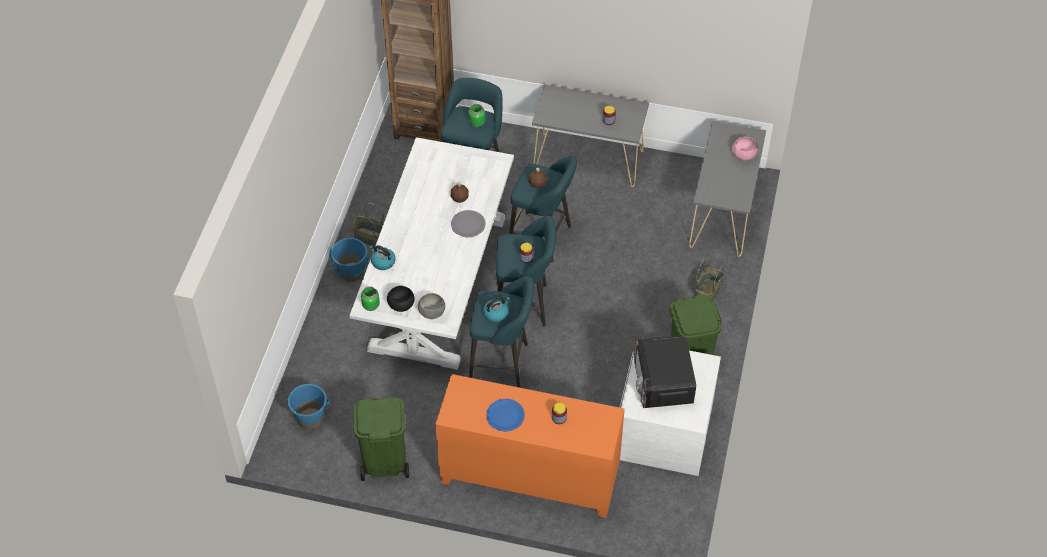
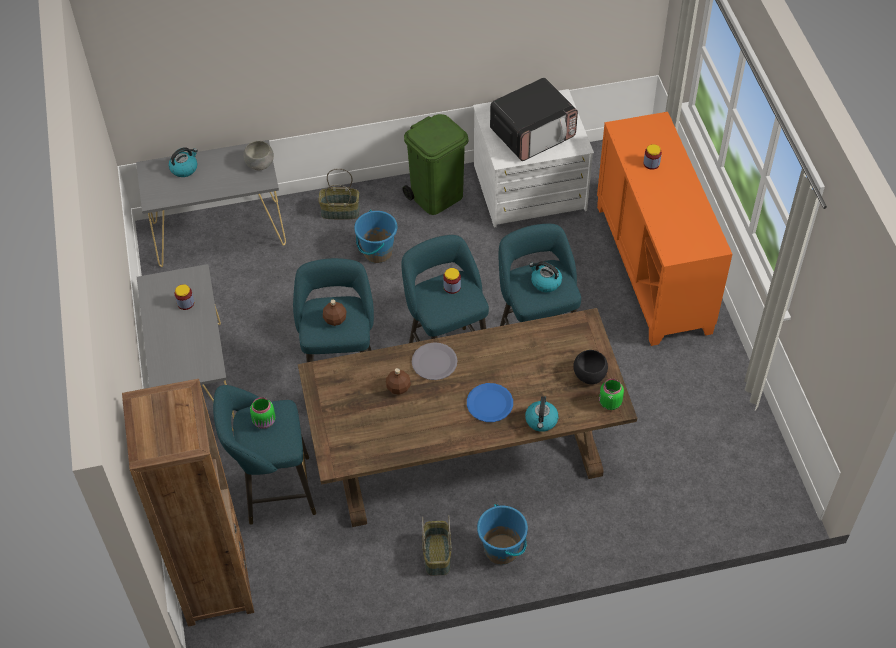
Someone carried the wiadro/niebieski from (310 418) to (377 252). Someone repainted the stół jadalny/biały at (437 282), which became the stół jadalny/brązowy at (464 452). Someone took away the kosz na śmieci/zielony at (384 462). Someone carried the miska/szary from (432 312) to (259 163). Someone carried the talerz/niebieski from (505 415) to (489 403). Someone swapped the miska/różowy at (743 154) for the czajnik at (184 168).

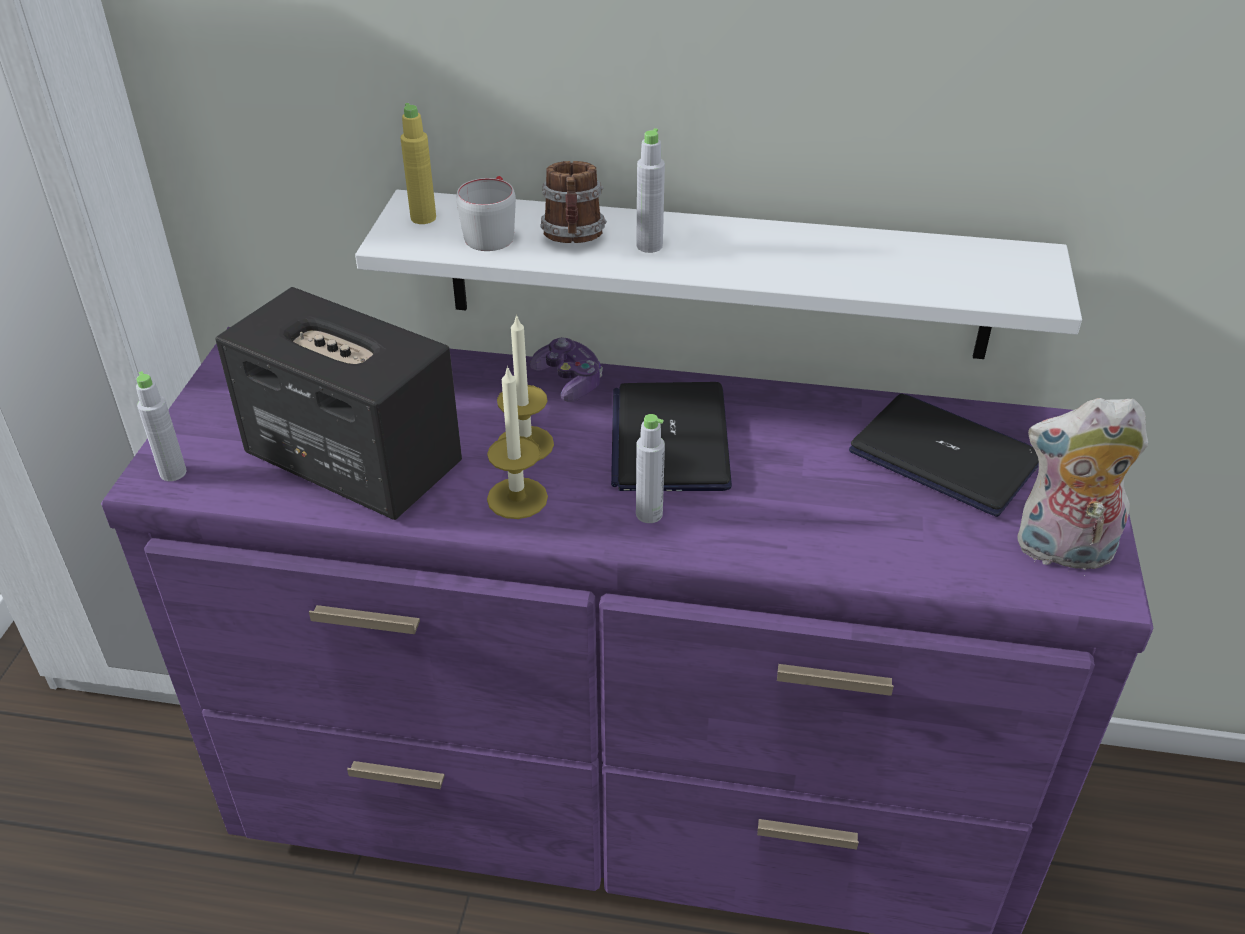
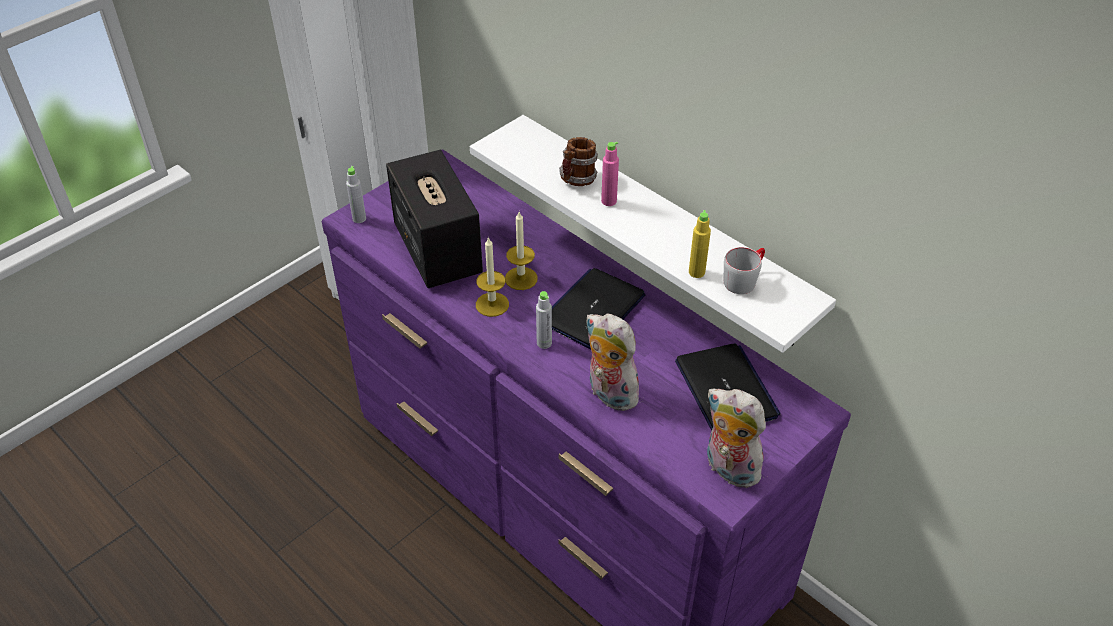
Someone carried the butelka/żółty from (423 218) to (696 272). Someone carried the kubek/szary from (491 232) to (744 279). Someone took away the pad do gier at (569 381). Someone repainted the butelka/szary at (649 246), which became the butelka/różowy at (609 201). Someone put down the pluszak at (609 393).

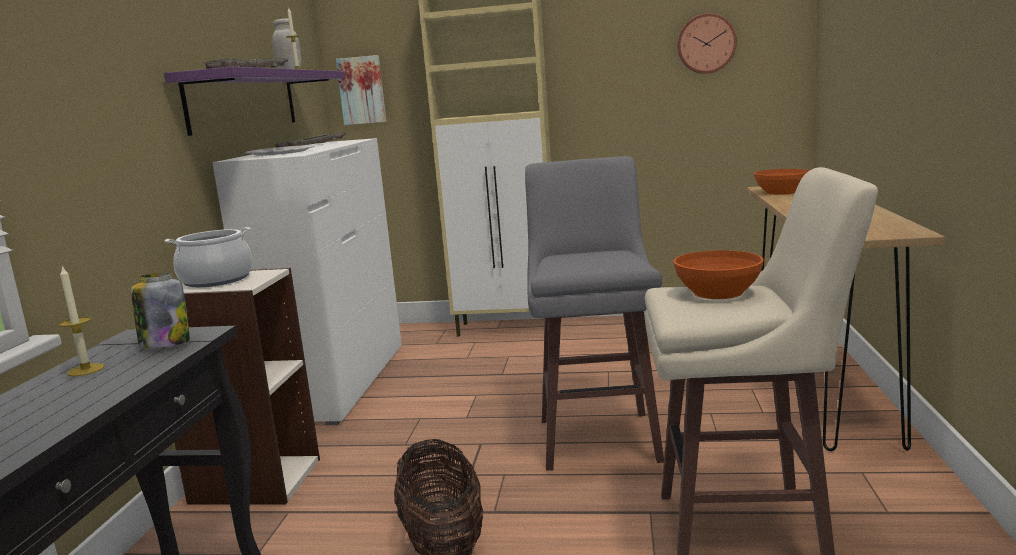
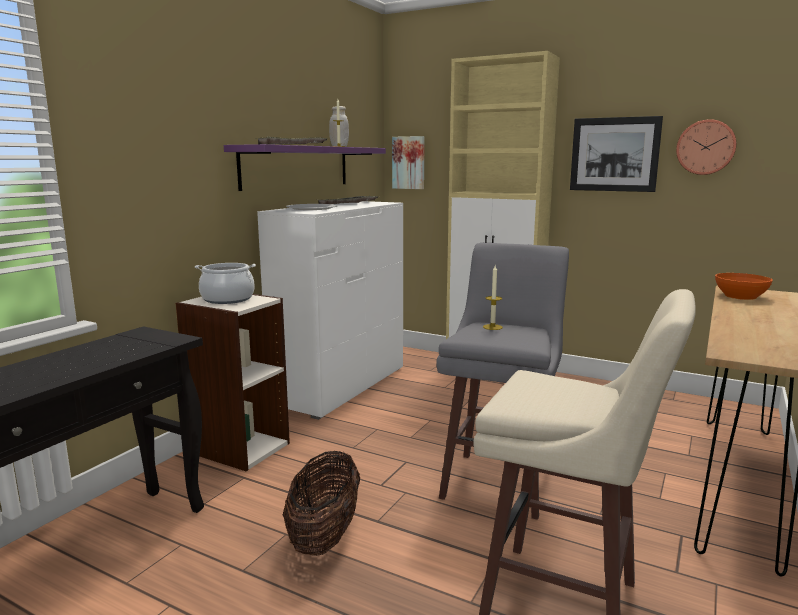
Someone carried the świeca from (86 370) to (492 327). Someone took away the słoik at (165 343). Someone took away the miska/pomarańczowy at (717 292). Someone put up the obraz at (614 154).

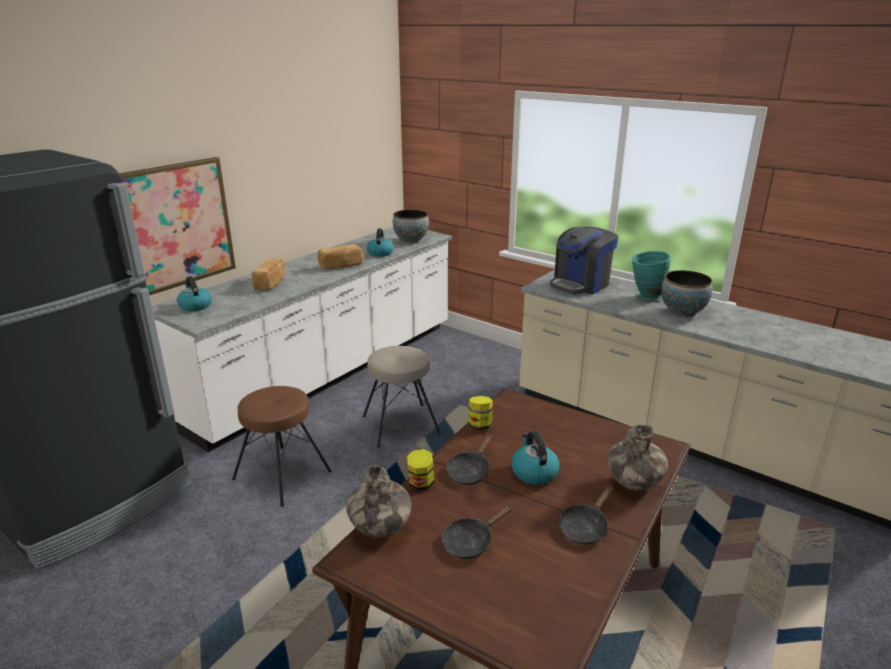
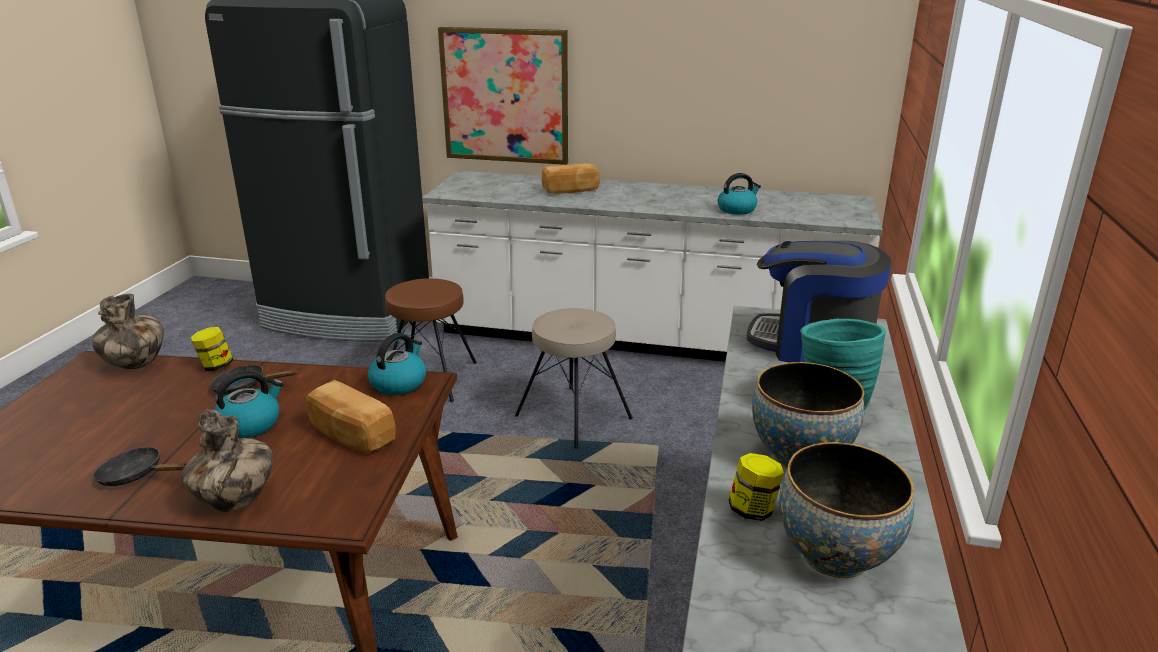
Someone carried the czajnik from (195 306) to (399 383). Someone carried the chleb from (341 266) to (350 435). Someone carried the miska from (411 241) to (835 555). Someone took away the patelnia/czarny at (471 541). Someone carried the słoik from (480 425) to (753 510).

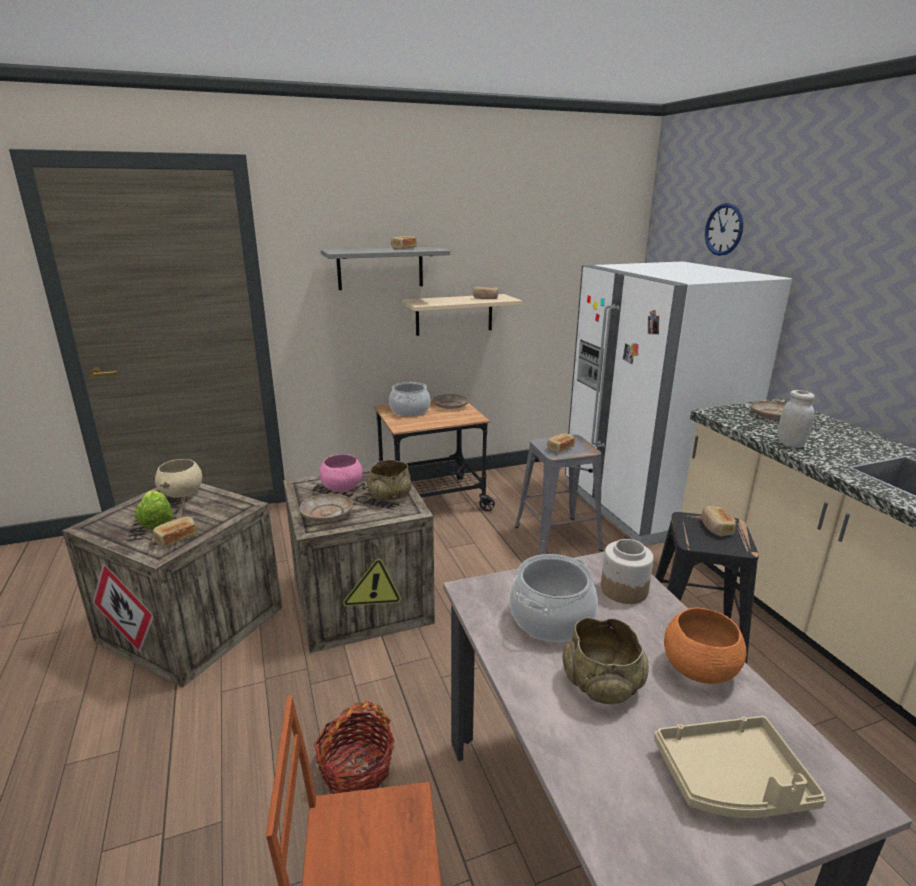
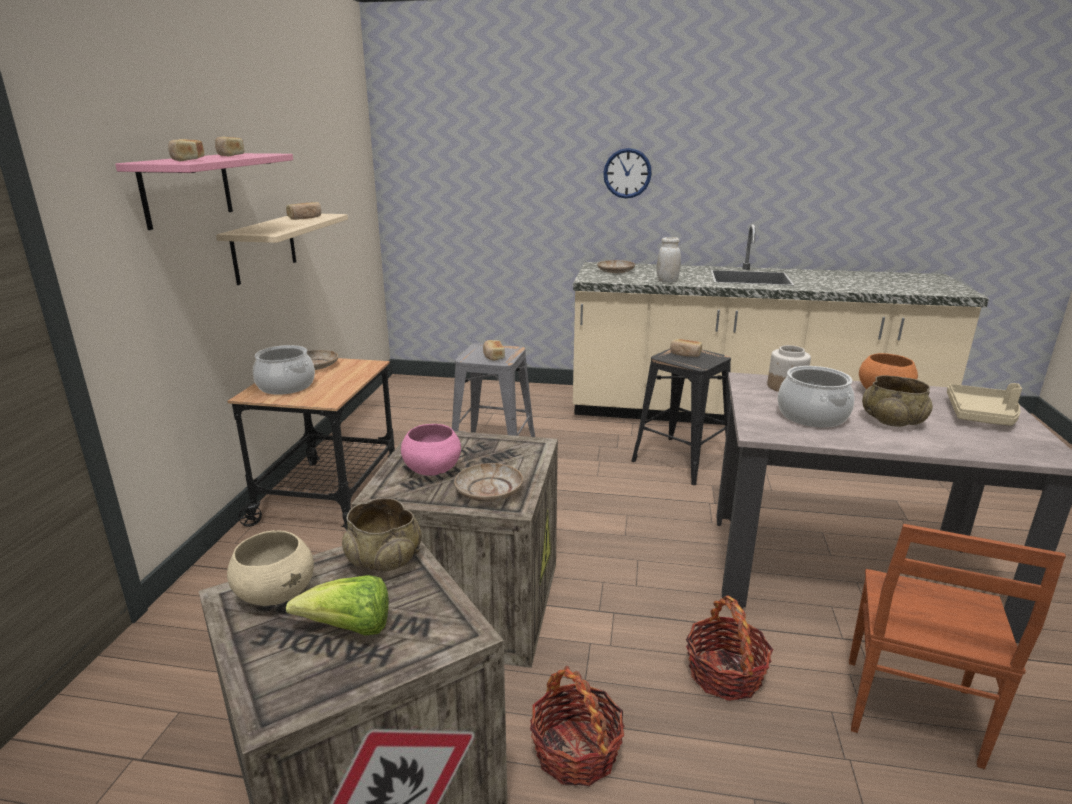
Someone carried the chleb from (176 538) to (187 160). Someone repainted the półka/szary at (380 268), which became the półka/różowy at (187 189). Someone carried the miska/beżowy from (390 496) to (384 559). Someone took away the lodówka/biały at (645 505). Someone carried the zegar ścienny from (724 229) to (627 173). Someone put down the koszyk at (575 751).

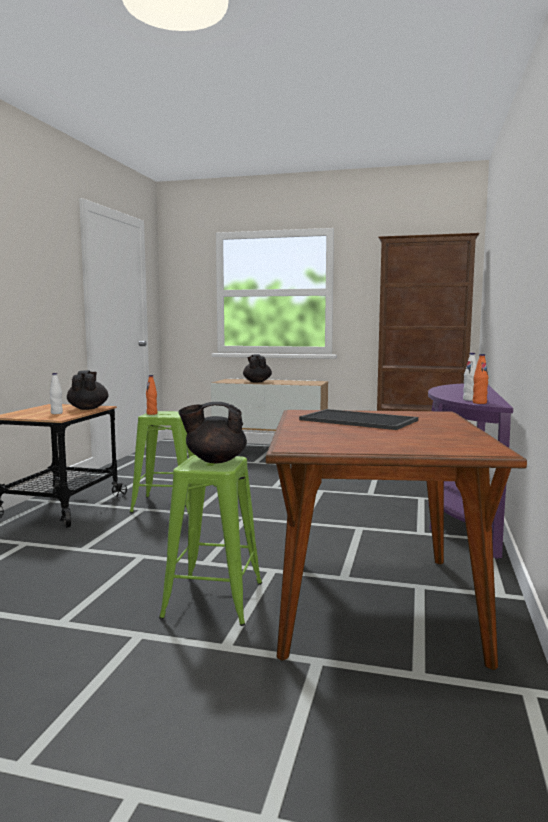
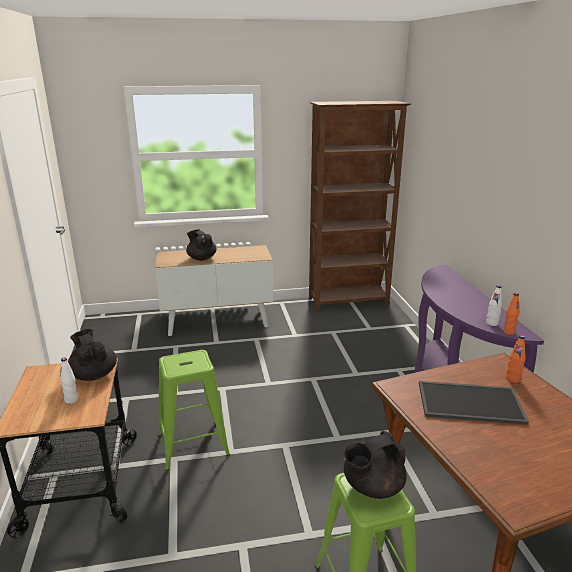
Someone carried the butelka/pomarańczowy from (152 414) to (513 379).

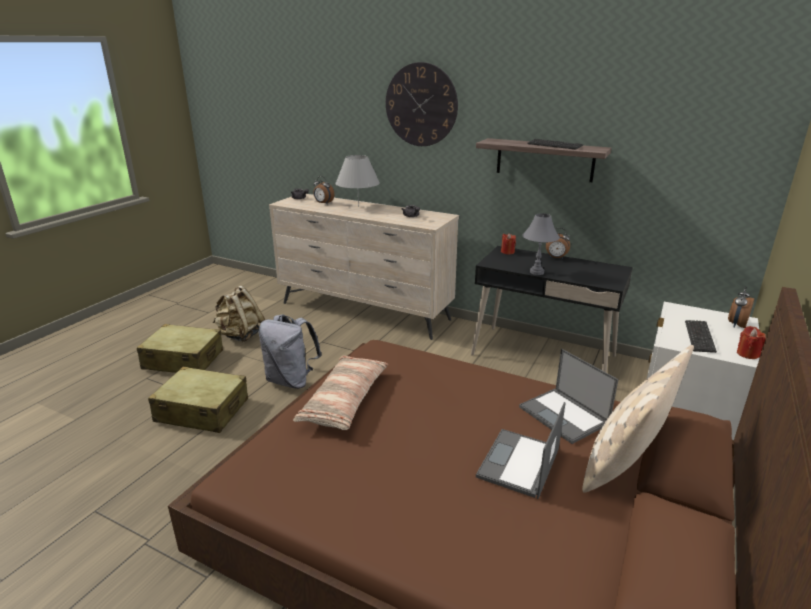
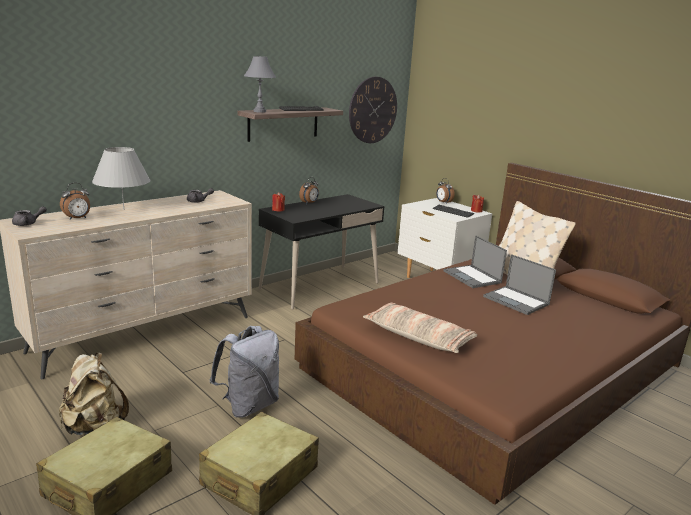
Someone carried the zegar ścienny from (421 105) to (373 110). Someone rotated the laptop at (564 415) by 75 degrees clockwise. Someone carried the lampa stołowa/szary from (536 272) to (259 111).

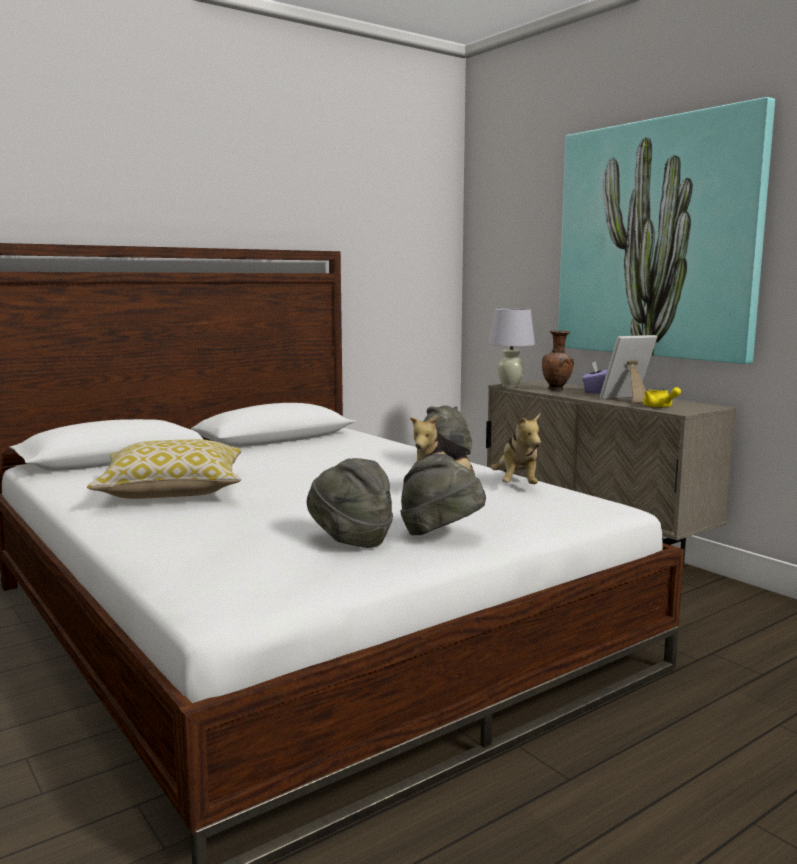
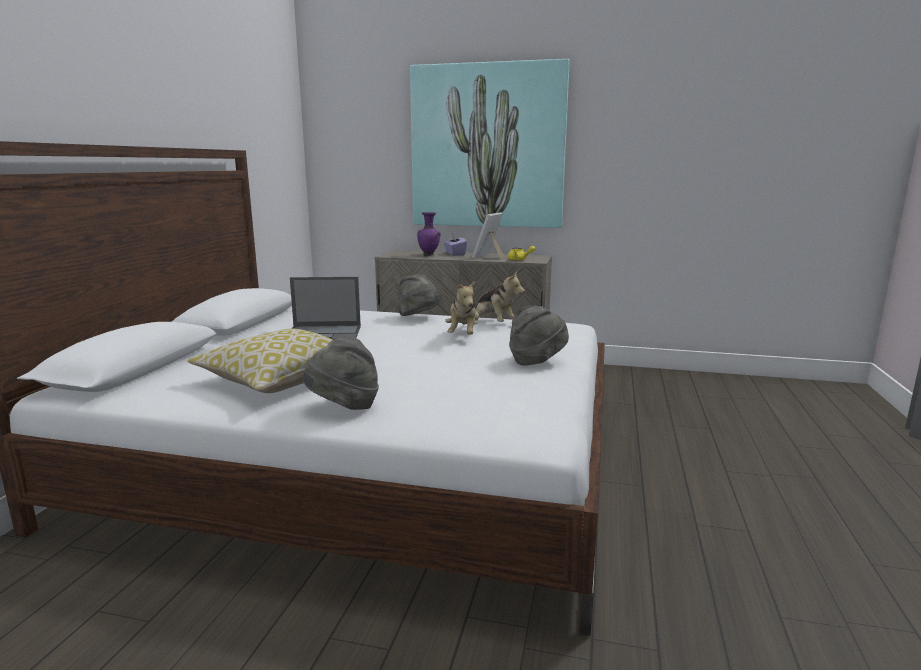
Someone carried the kapelusz/szary from (350 541) to (344 407). Someone took away the lampa stołowa/biały at (510 386). Someone repainted the wazon/brązowy at (557 390), which became the wazon/fioletowy at (429 255). Someone put down the laptop at (324 334).

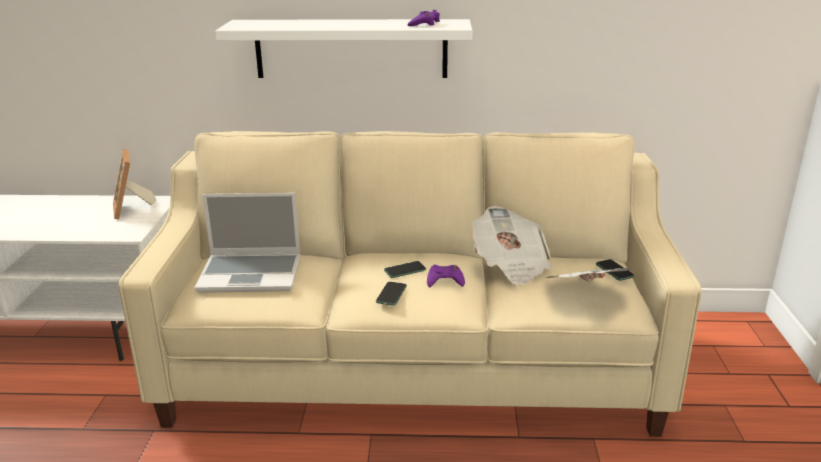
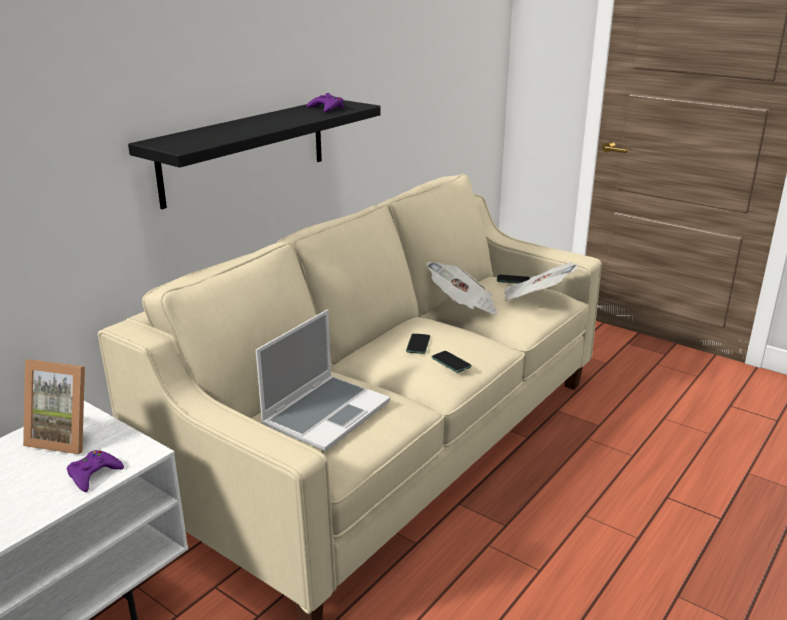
Someone repainted the półka/biały at (351 48), which became the półka/czarny at (245 150). Someone carried the pad do gier/fioletowy from (445 280) to (93 474).

